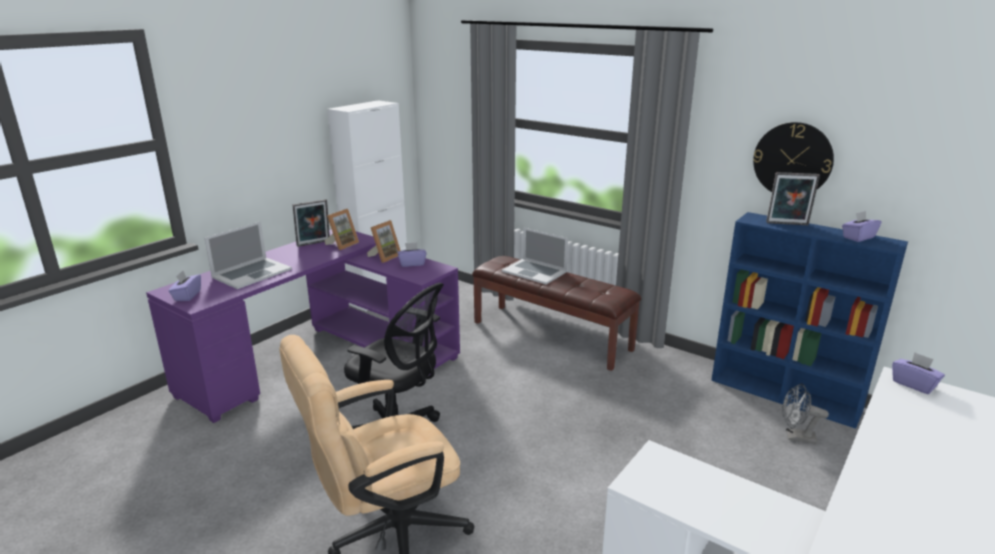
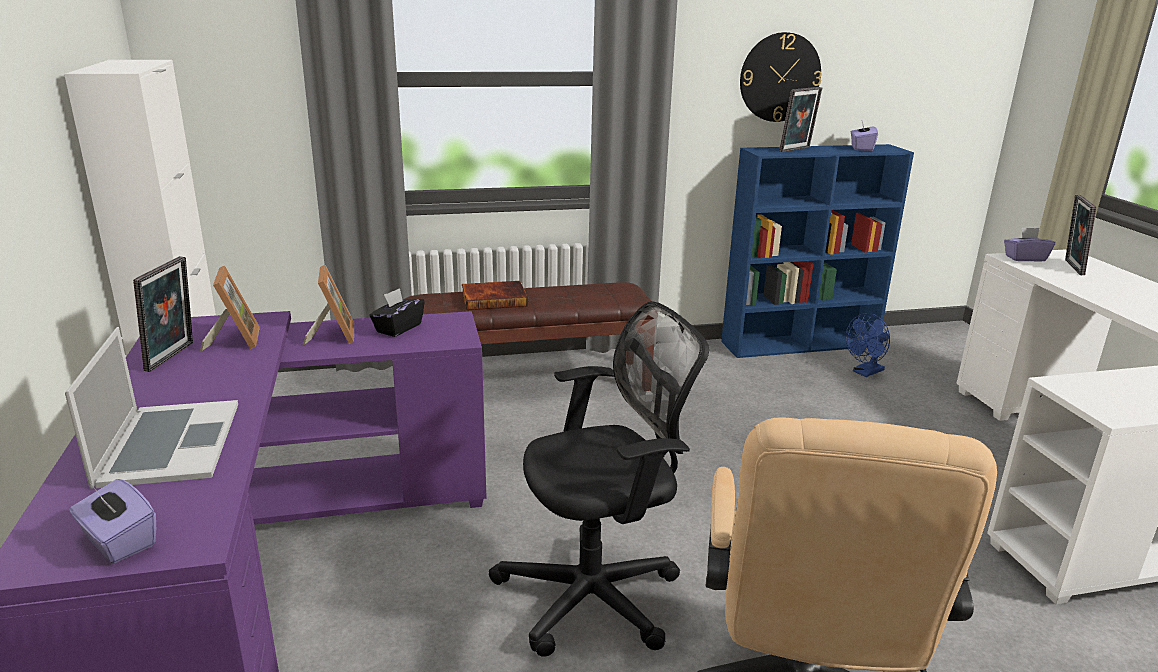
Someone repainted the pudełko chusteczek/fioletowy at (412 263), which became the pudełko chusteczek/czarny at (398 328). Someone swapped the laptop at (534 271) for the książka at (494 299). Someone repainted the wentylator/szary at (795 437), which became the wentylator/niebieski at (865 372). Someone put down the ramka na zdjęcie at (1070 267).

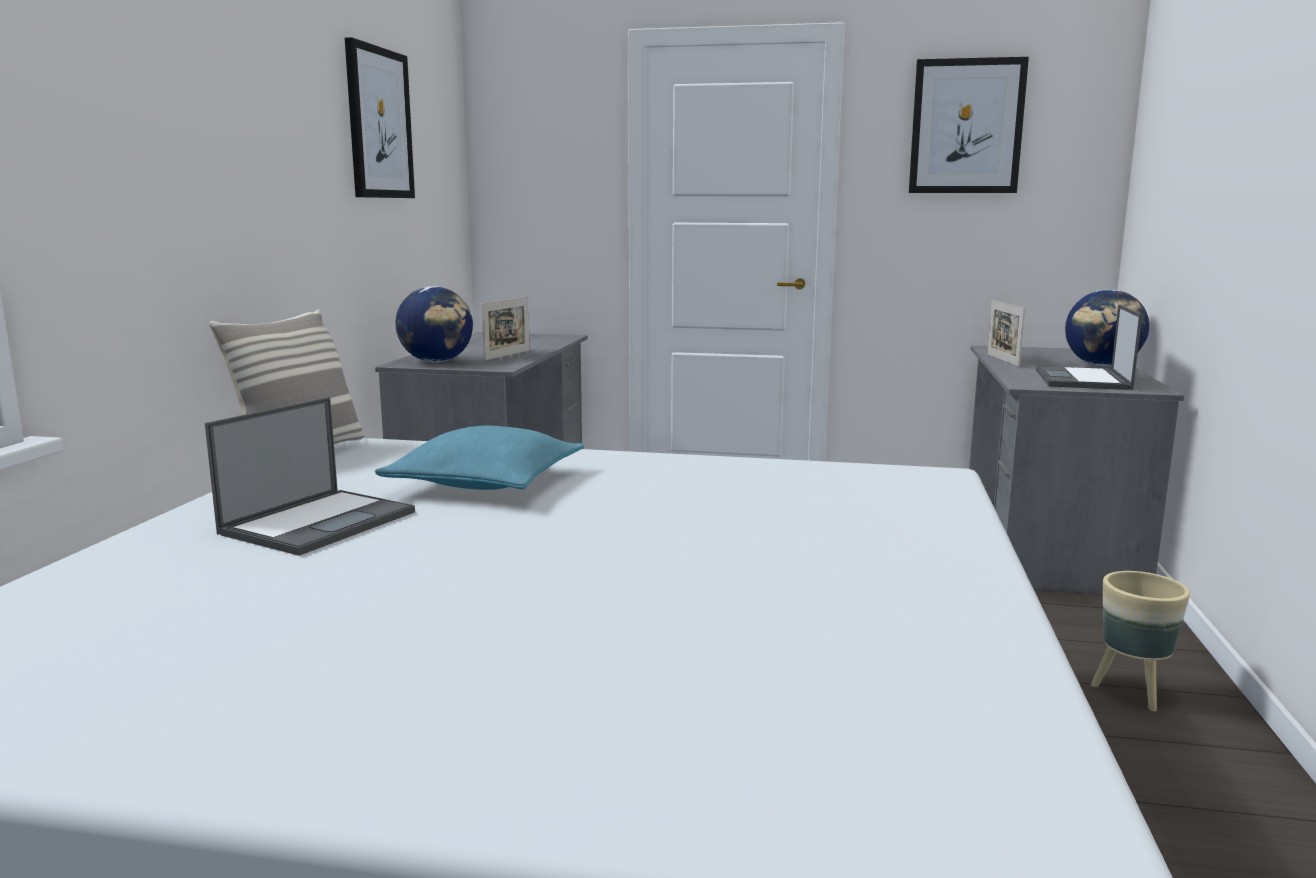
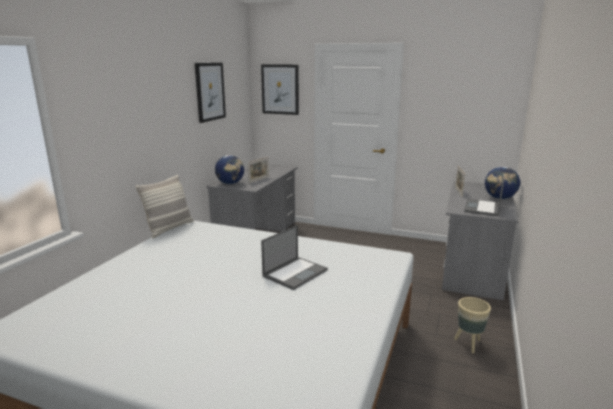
Someone carried the laptop from (320 522) to (295 273). Someone took away the poduszka/turkusowy at (486 483). Someone carried the obraz from (966 127) to (280 89).

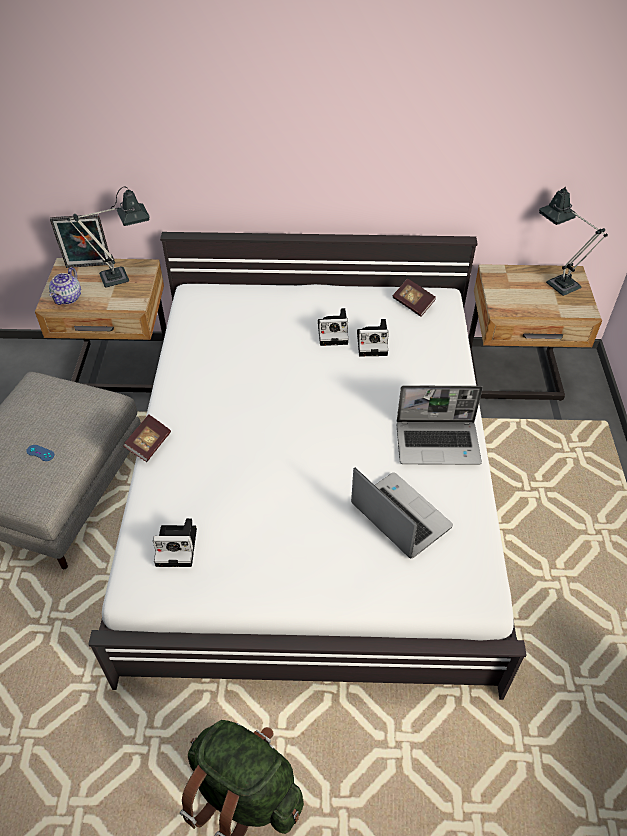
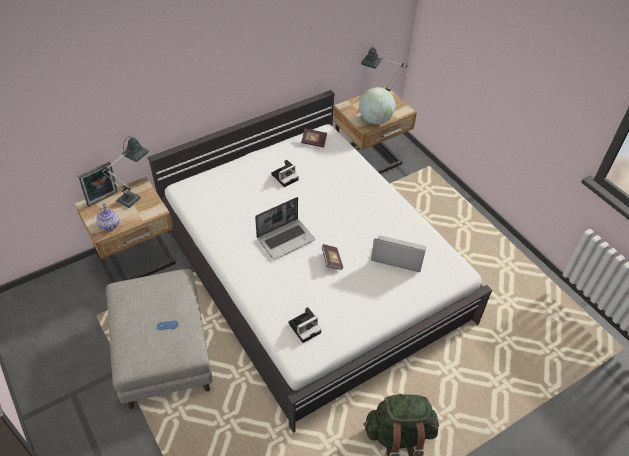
Someone carried the książka from (149 444) to (331 261). Someone took away the aparat fotograficzny at (373 343). Someone carried the laptop from (438 443) to (286 239). Someone put down the globus at (375 120).

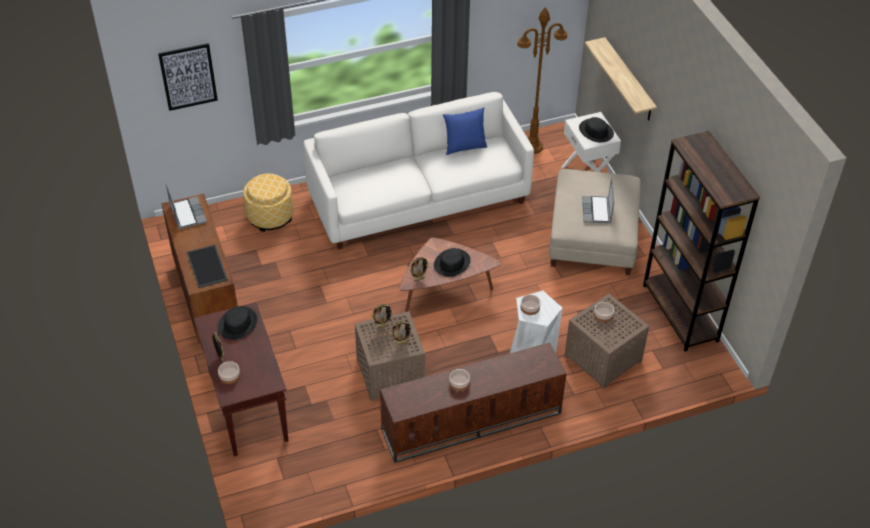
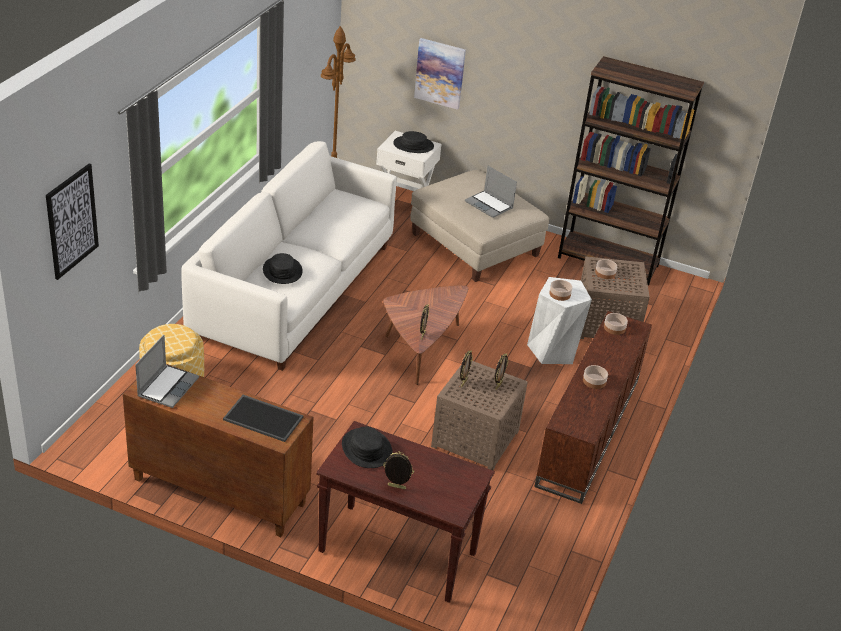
Someone rotated the laptop at (187 214) by 90 degrees clockwise. Someone carried the miska from (229 375) to (614 328). Someone carried the kapelusz/czarny from (452 263) to (282 271). Someone took away the poduszka/niebieski at (464 146). Someone swapped the półka at (628 80) for the obraz at (440 73).

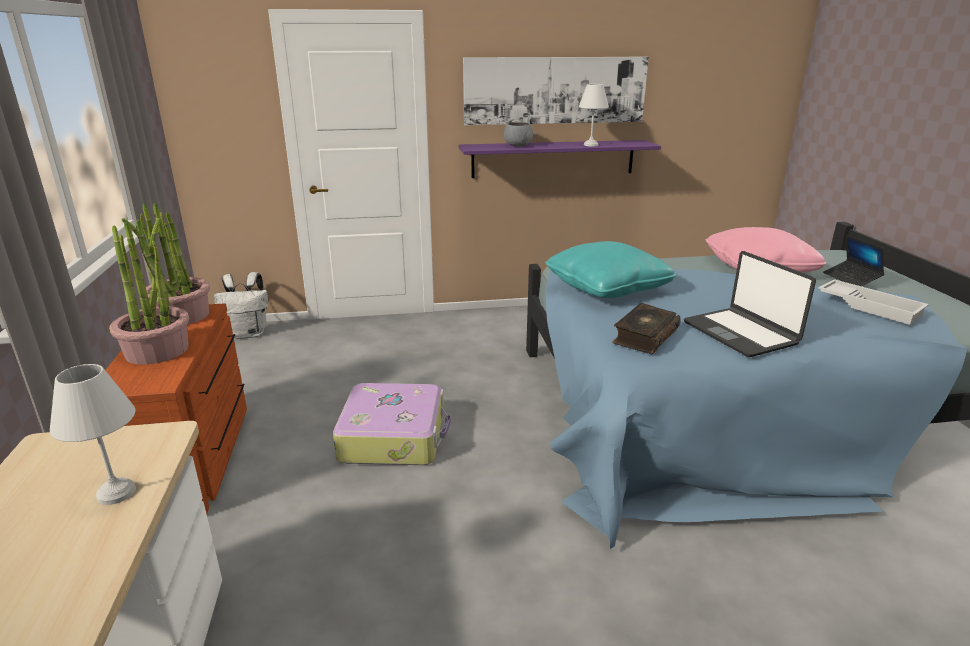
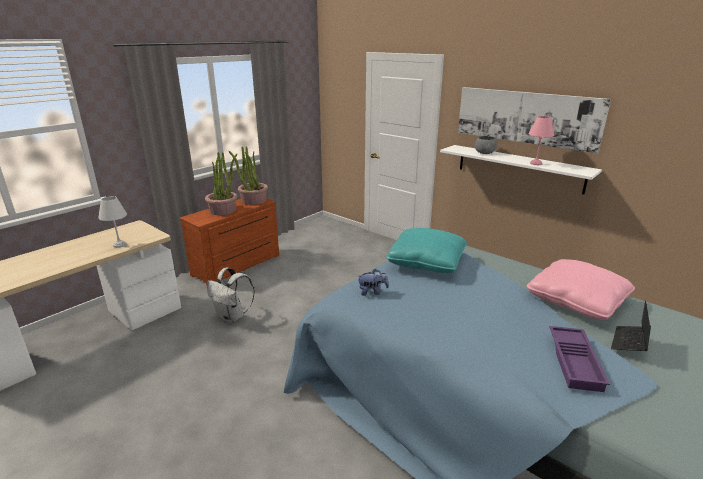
Someone carried the plecak/biały from (249 333) to (232 317). Someone took away the walizka at (394 436). Someone repainted the półka/fioletowy at (553 158), which became the półka/biały at (519 168). Someone repainted the lampa stołowa/biały at (590 145), which became the lampa stołowa/różowy at (536 163). Someone swapped the książka at (644 337) for the pluszak at (372 292). Someone took away the laptop at (740 333). Someone repainted the taca/biały at (870 306), which became the taca/fioletowy at (576 362).

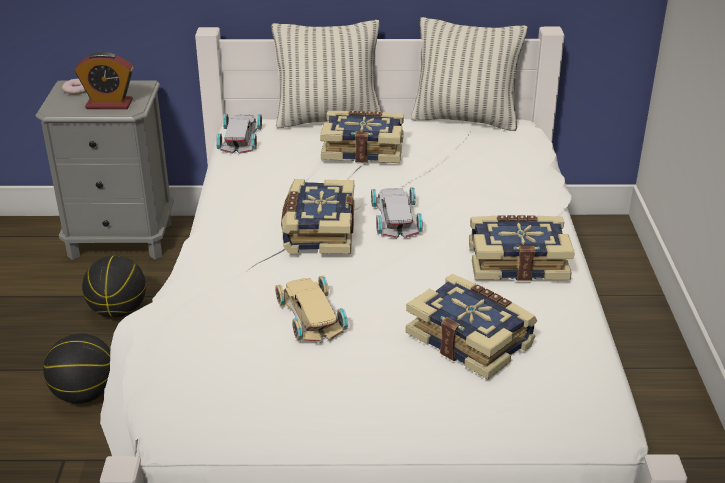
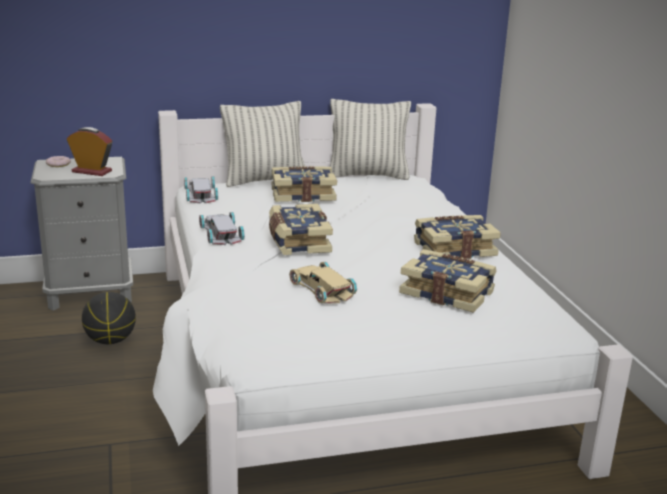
Someone took away the piłka do koszykówki at (85 394). Someone rotated the budzik at (109 104) by 150 degrees counterclockwise. Someone carried the samochodzik/biały from (396 217) to (222 233).

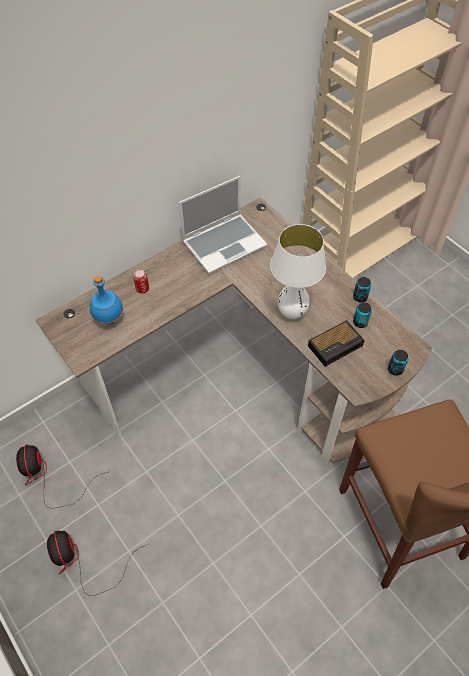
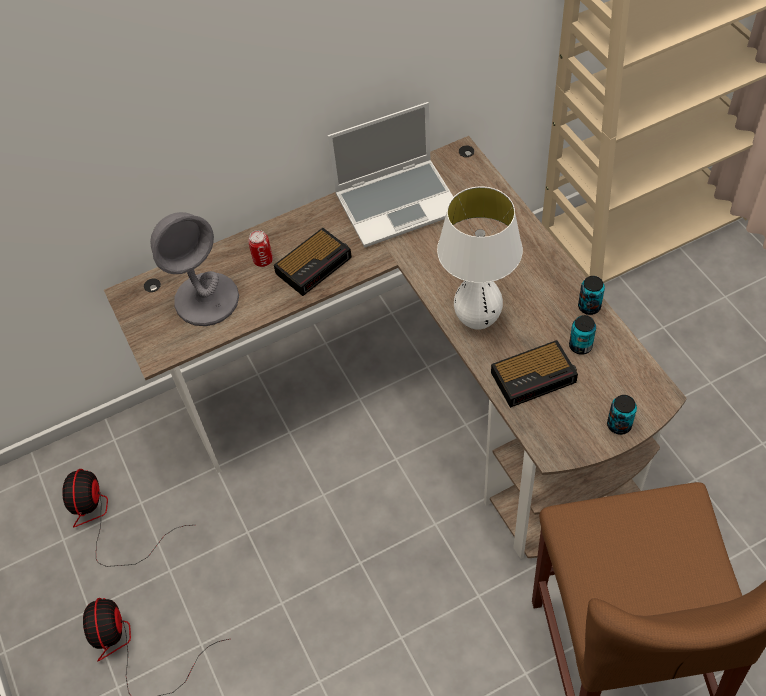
Someone swapped the butelka/niebieski at (109 319) for the lampa stołowa/szary at (207 300). Someone put down the budzik at (315 264).

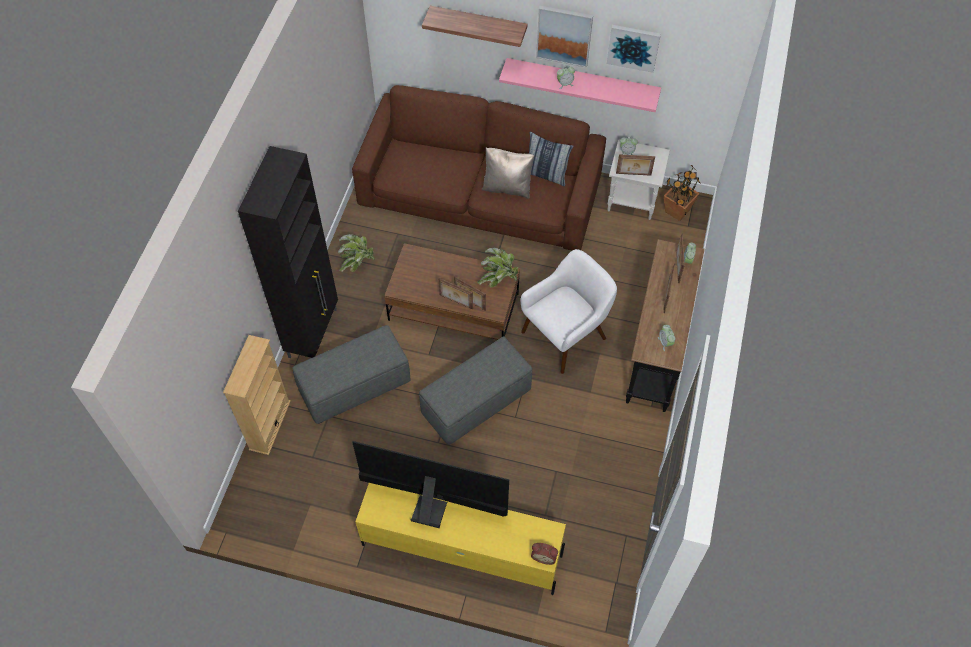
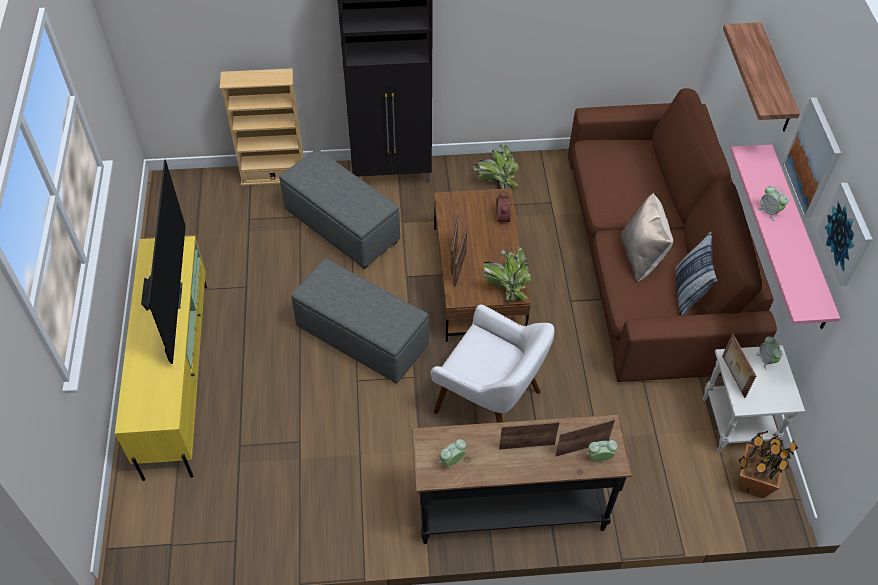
Someone carried the budzik from (544 556) to (504 217).

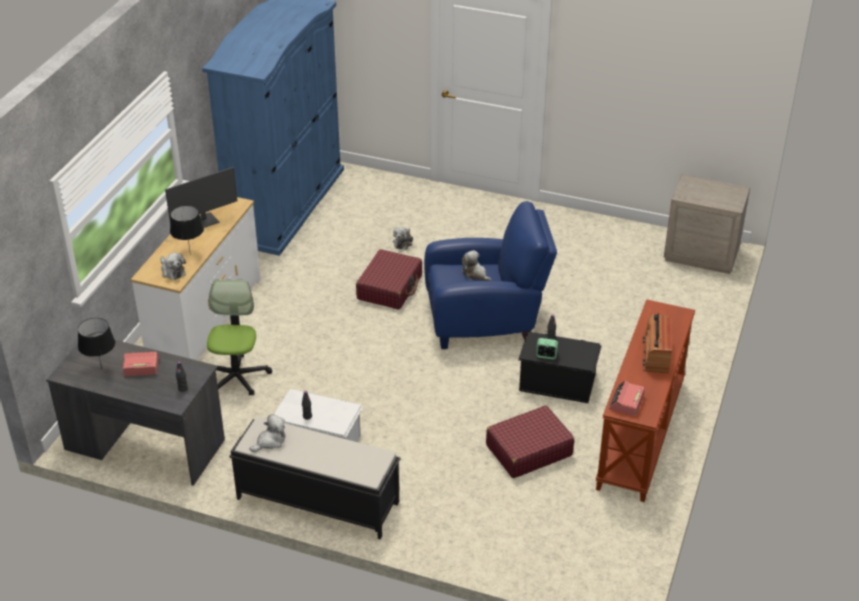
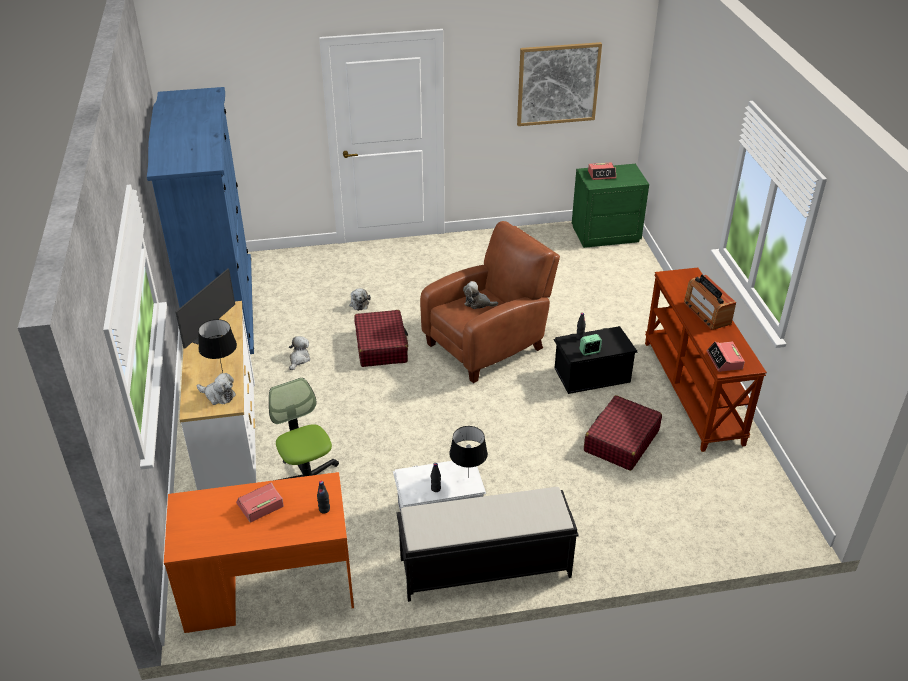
Someone repainted the biurko/szary at (145 444), which became the biurko/pomarańczowy at (268 588). Someone carried the lampa stołowa/czarny from (101 369) to (468 478). Someone carried the pluszak from (270 441) to (299 359). Someone repainted the fotel/niebieski at (486 320), which became the fotel/brązowy at (488 344). Someone repainted the szafka nocna/beżowy at (701 254), which became the szafka nocna/zielony at (605 234). Someone put up the obraz at (558 84). Someone put down the budzik at (602 174).

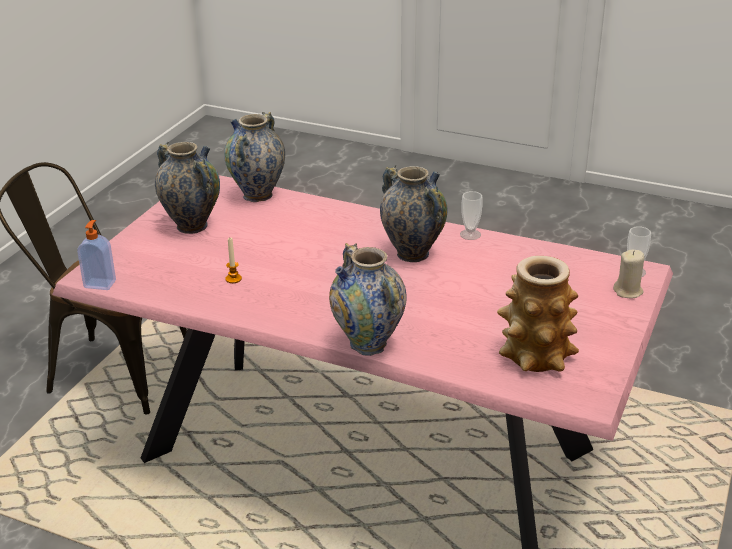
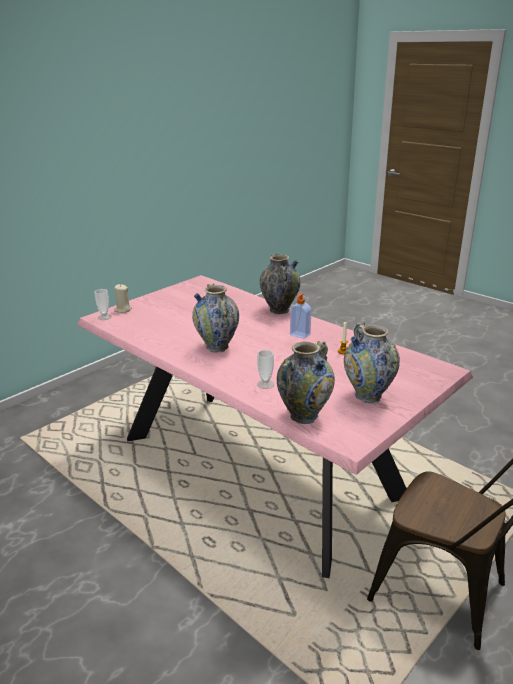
Someone carried the dozownik mydła from (100 283) to (299 335). Someone carried the filiżanka from (470 234) to (265 384). Someone took away the wazon at (535 355).

